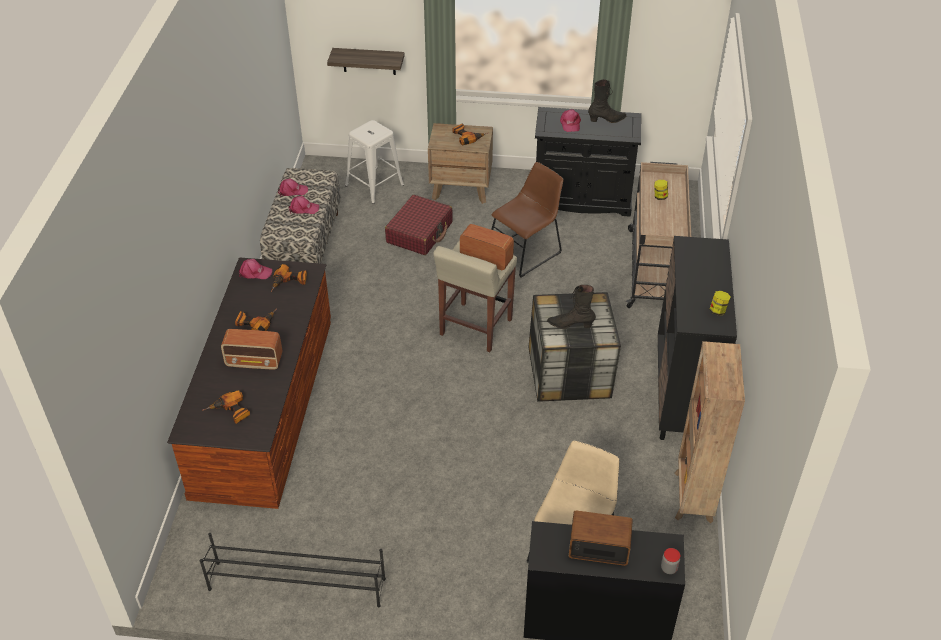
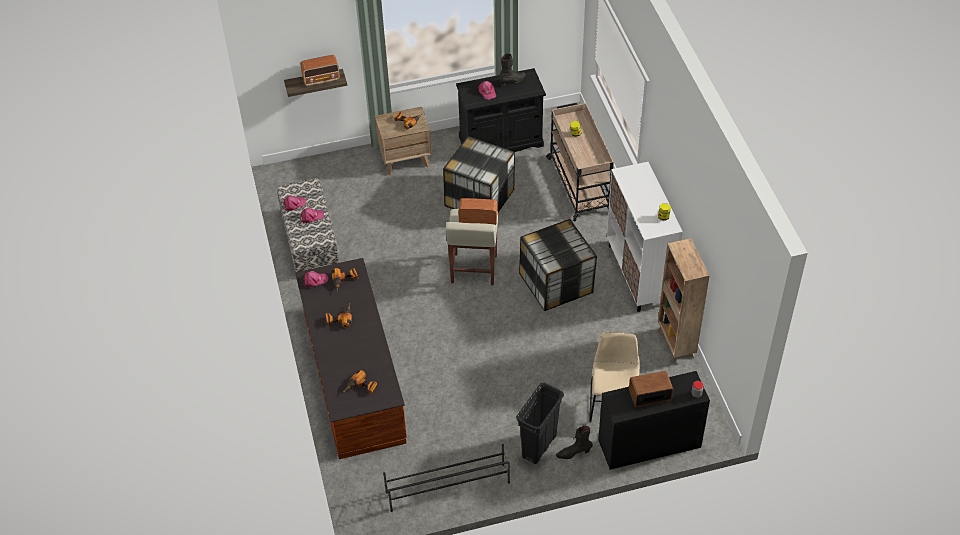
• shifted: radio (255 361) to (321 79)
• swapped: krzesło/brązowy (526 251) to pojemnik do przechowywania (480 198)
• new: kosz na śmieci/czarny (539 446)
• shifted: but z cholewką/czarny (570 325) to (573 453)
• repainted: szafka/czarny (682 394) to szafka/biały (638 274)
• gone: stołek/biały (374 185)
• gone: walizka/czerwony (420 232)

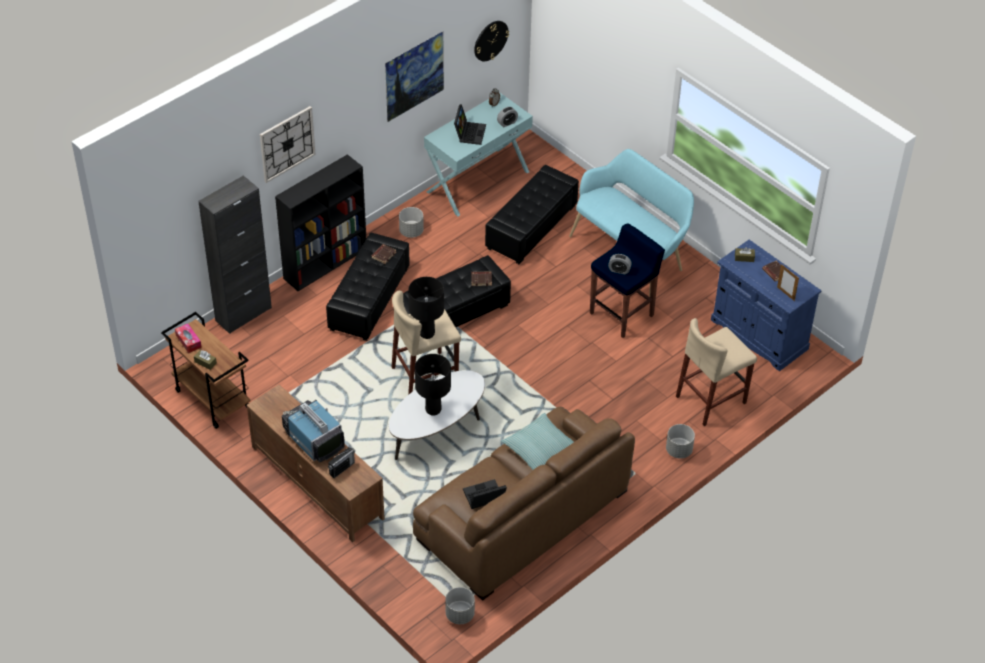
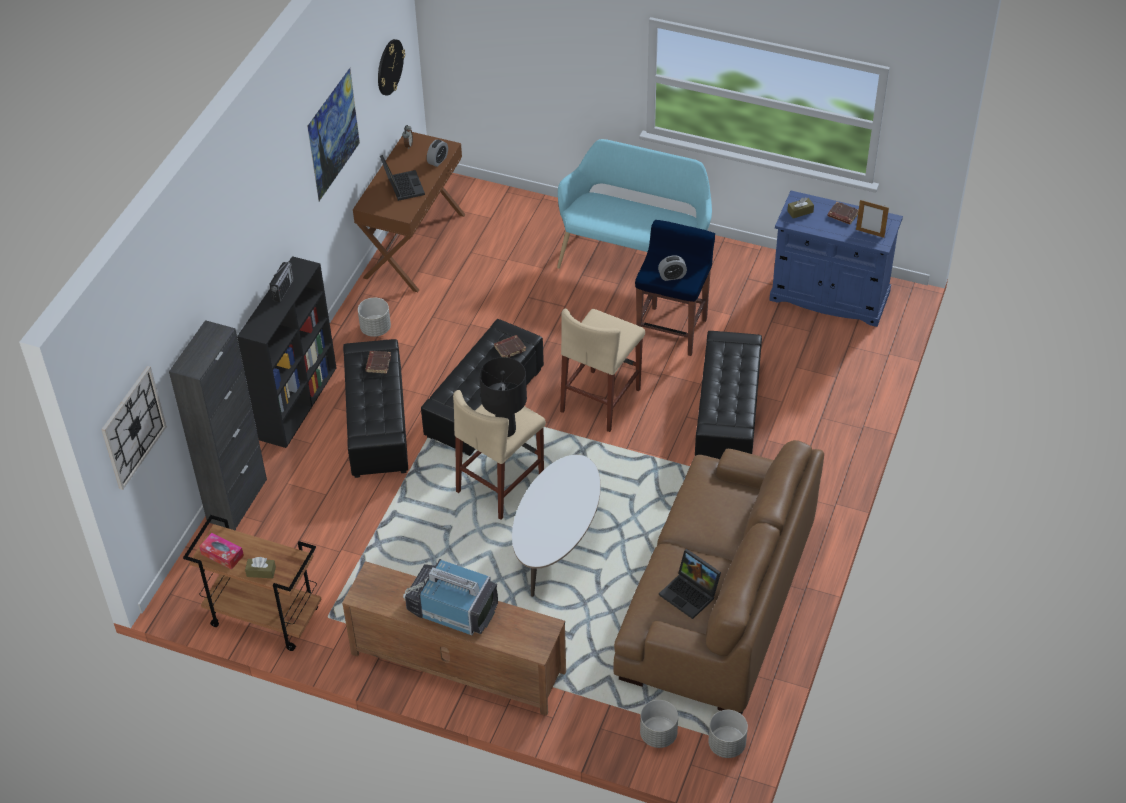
• shifted: zegar ścienny (287 143) to (133 427)
• shifted: radio (342 468) to (283 290)
• repainted: stolik konsolowy/turkusowy (477 181) to stolik konsolowy/brązowy (414 245)
• shifted: stołek/beżowy (711 400) to (600 400)
• shifted: donica/szary (678 450) to (658 735)
• rotated: laptop (483 498) = (691 594) 90 degrees counterclockwise
• shifted: pufa/czarny (531 227) to (726 415)
• gone: lampa stołowa/czarny (433 410)
• gone: poduszka (540 449)

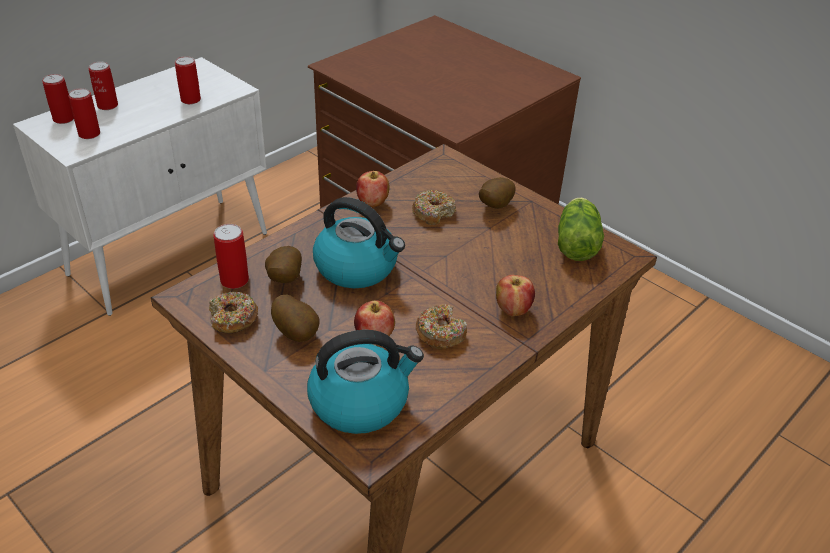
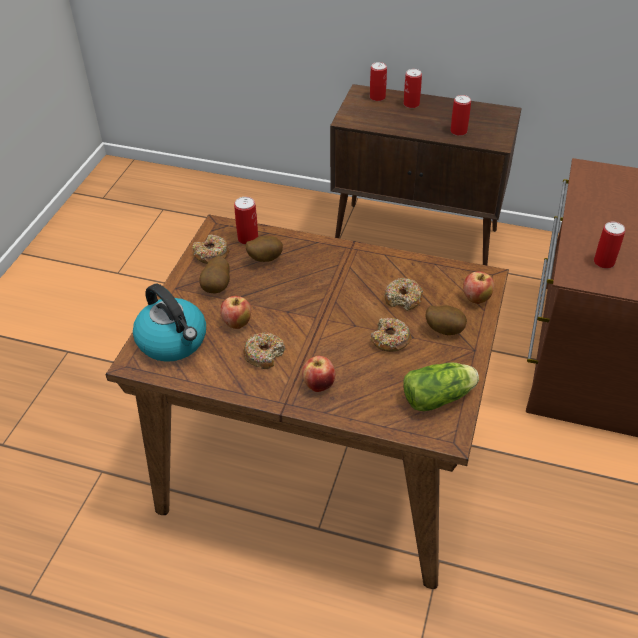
• repainted: szafka/biały (171 253) to szafka/brązowy (417 237)
• new: donut (390 340)
• shifted: jabłko (372 203) to (476 299)
• shifted: puszka (89 134) to (604 262)
• gone: czajnik (357 267)

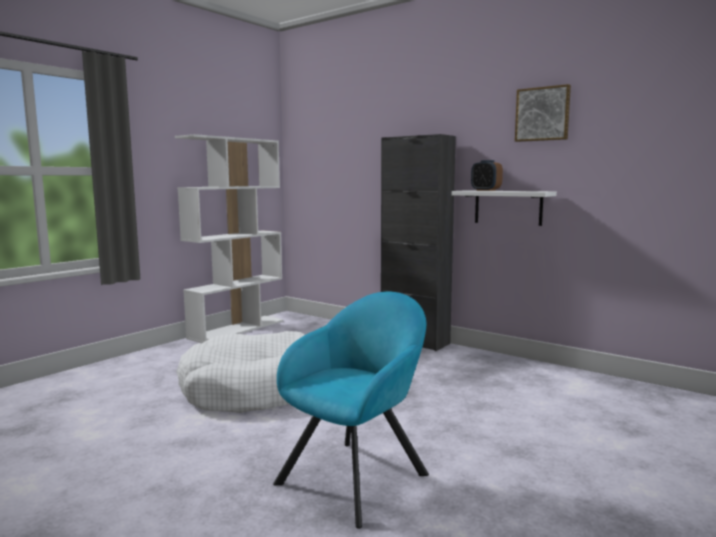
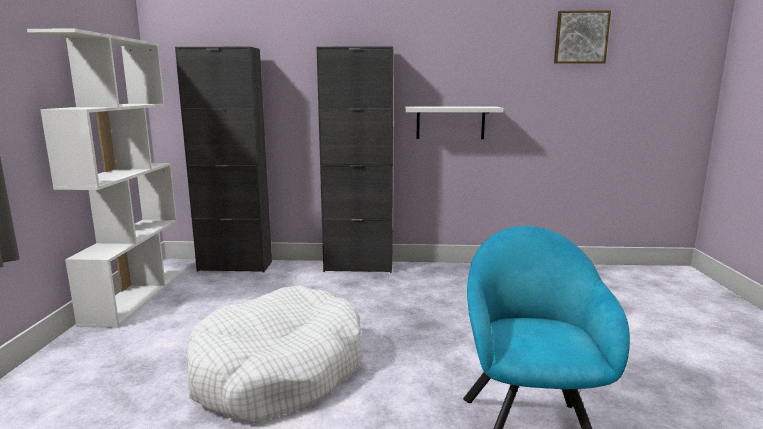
• new: szafka/czarny (235 266)
• shifted: obraz (542 114) to (580 37)
• gone: budzik (485 190)

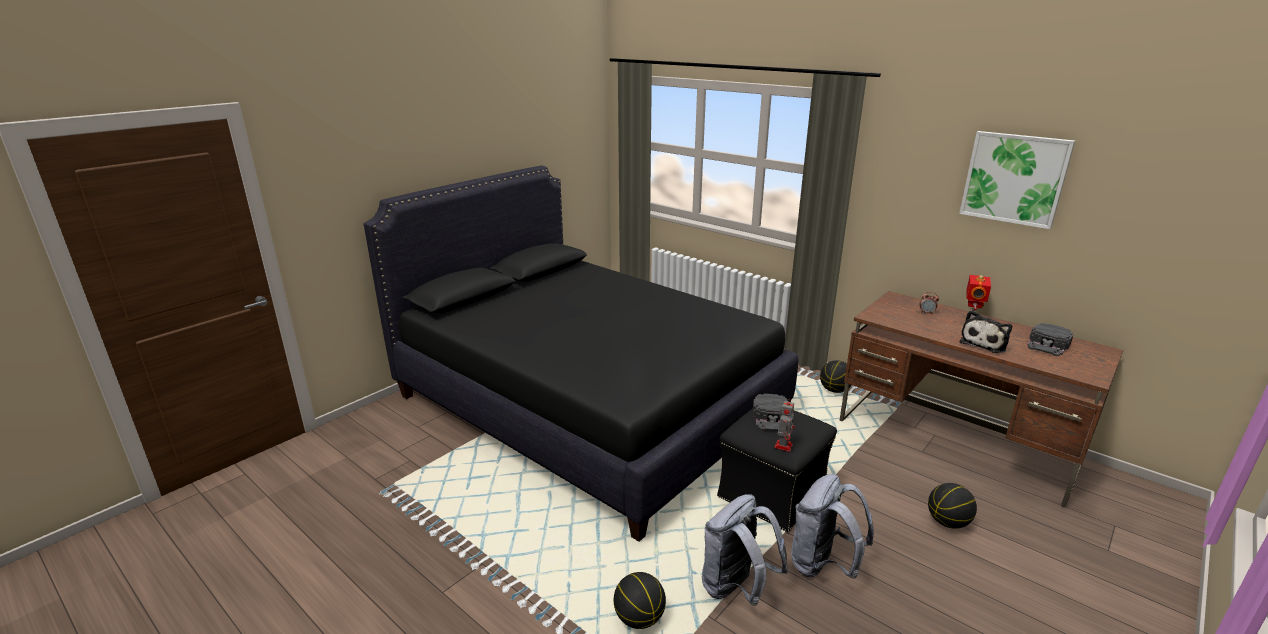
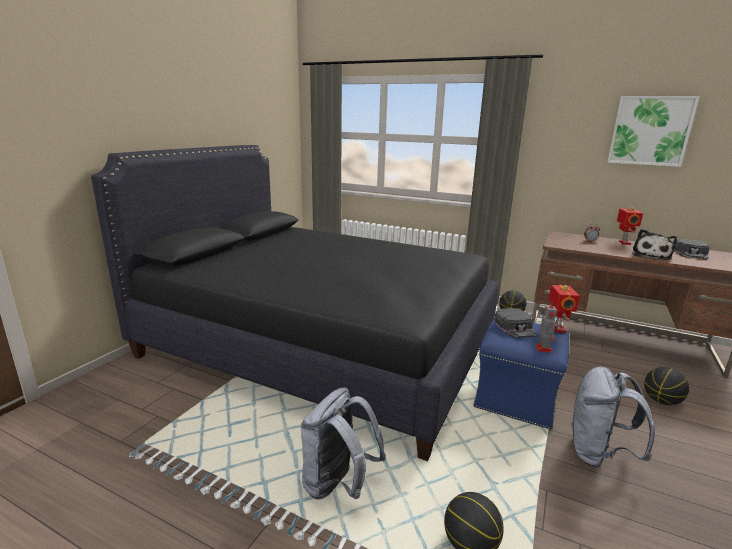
• shifted: plecak/szary (736 588) to (338 485)
• repainted: pufa/czarny (772 493) to pufa/niebieski (516 397)
• new: robot zabawkowy (557 329)

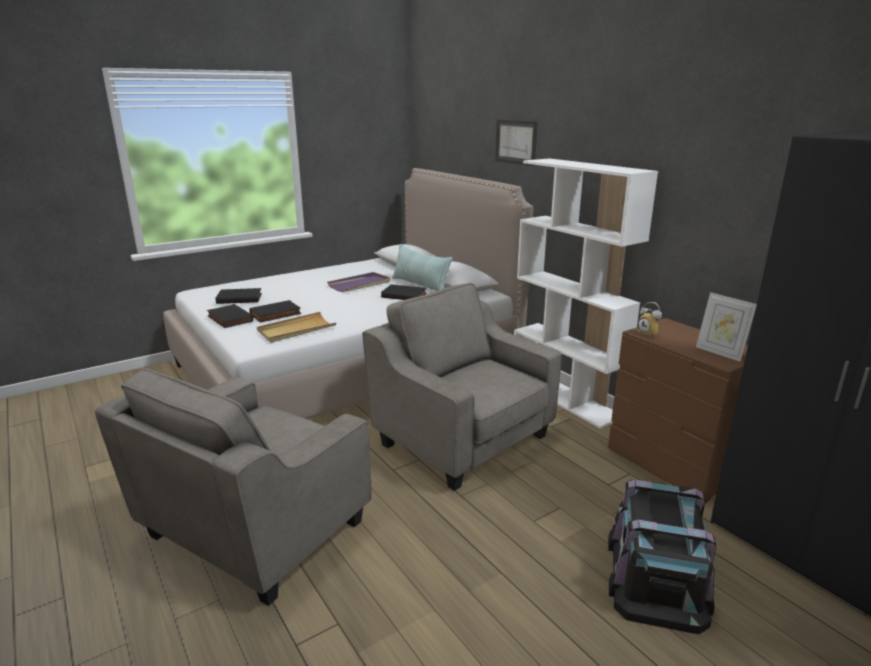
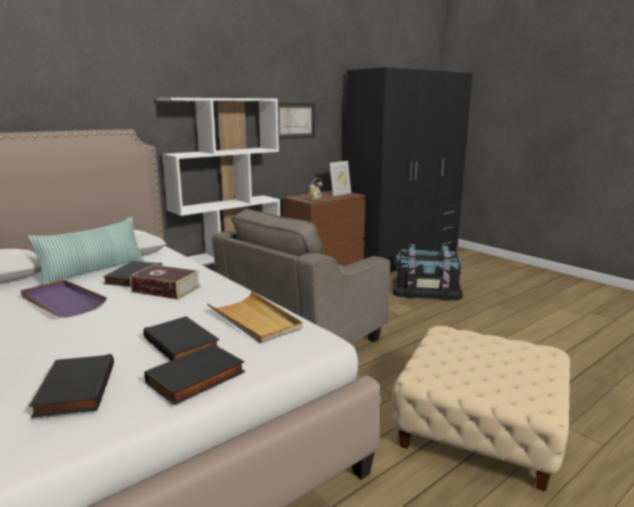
• new: książka (166 289)
• shifted: obraz (516 142) to (295 120)
• swapped: fotel/szary (254 529) to pufa/beżowy (480 428)

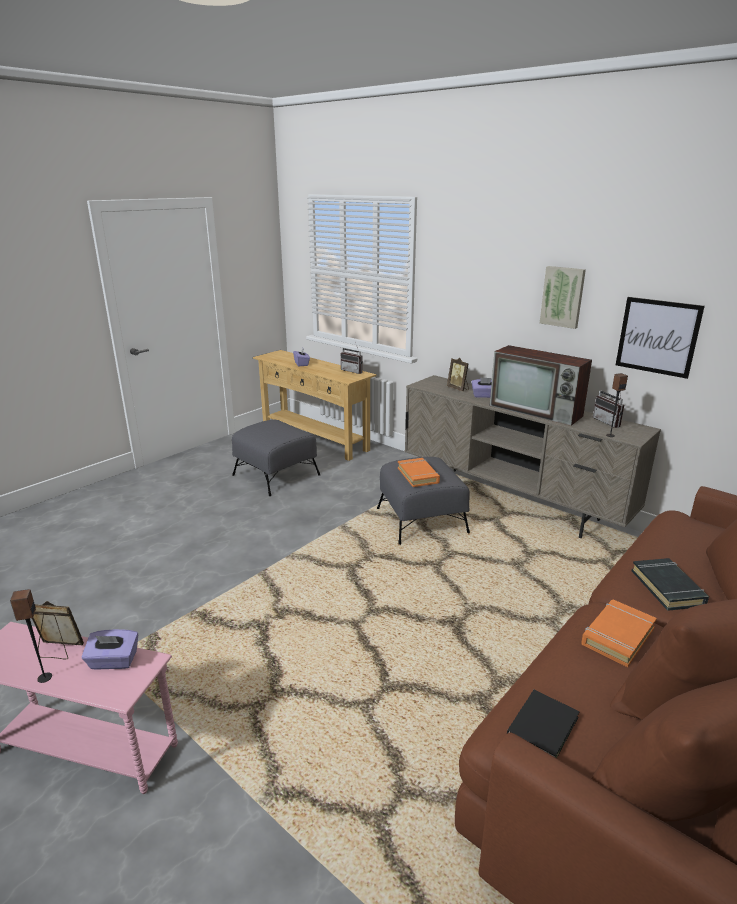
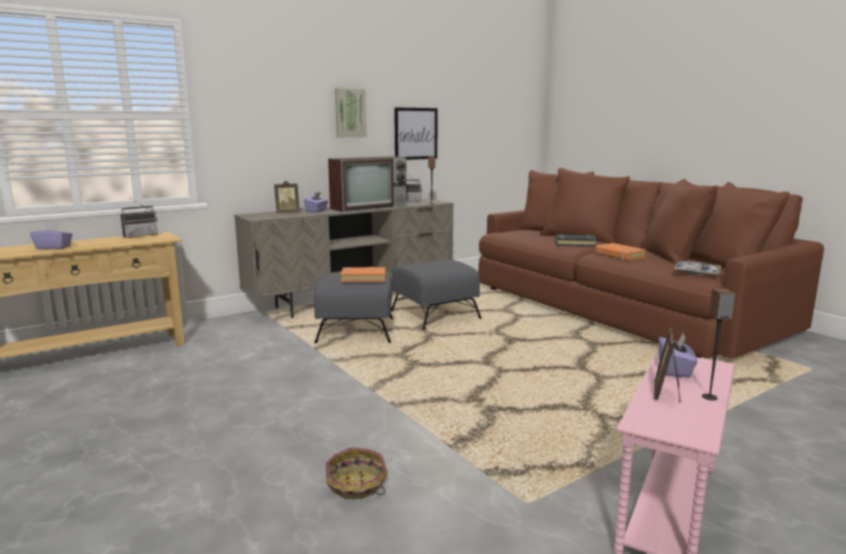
• new: koszyk (356 485)
• shifted: pufa/szary (276 475) to (435 315)
• swapped: książka/czarny (544 725) to taca (696 273)

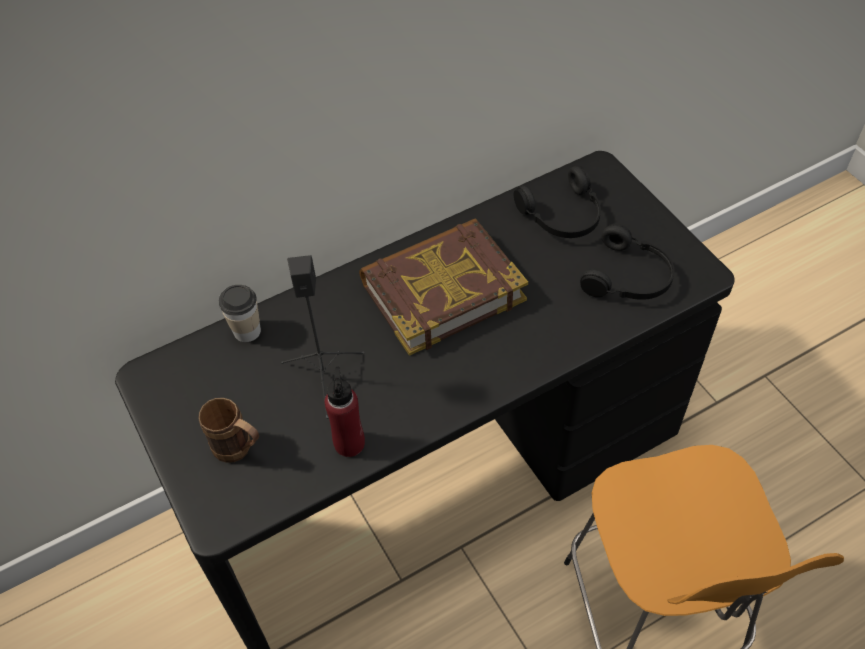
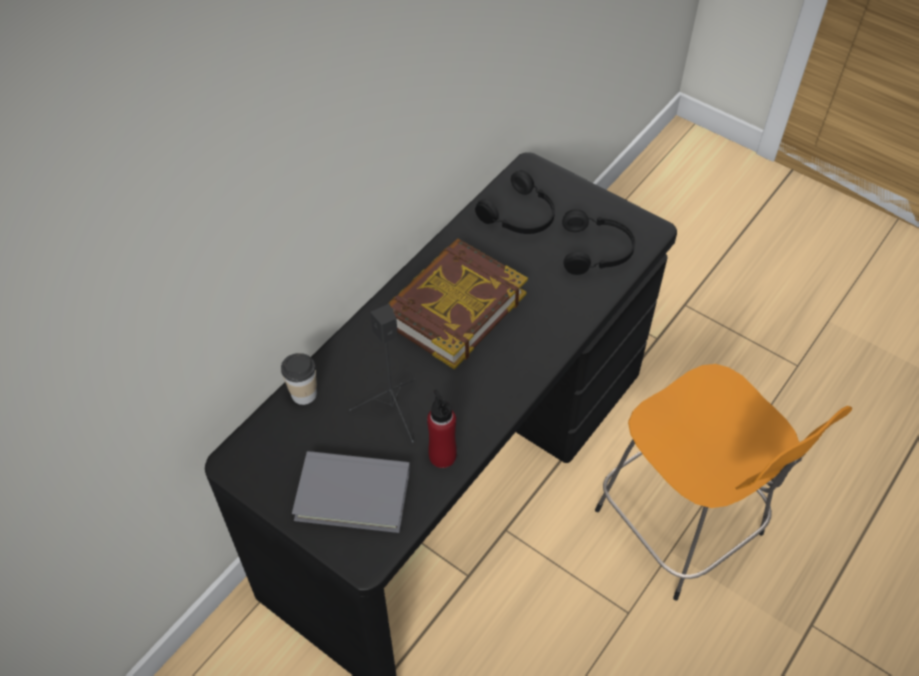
• swapped: kubek/brązowy (239 450) to książka/szary (353 494)

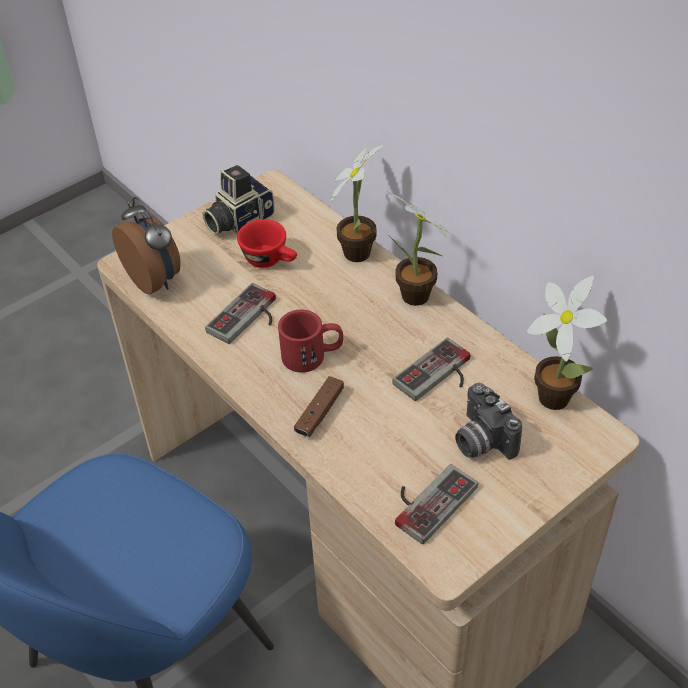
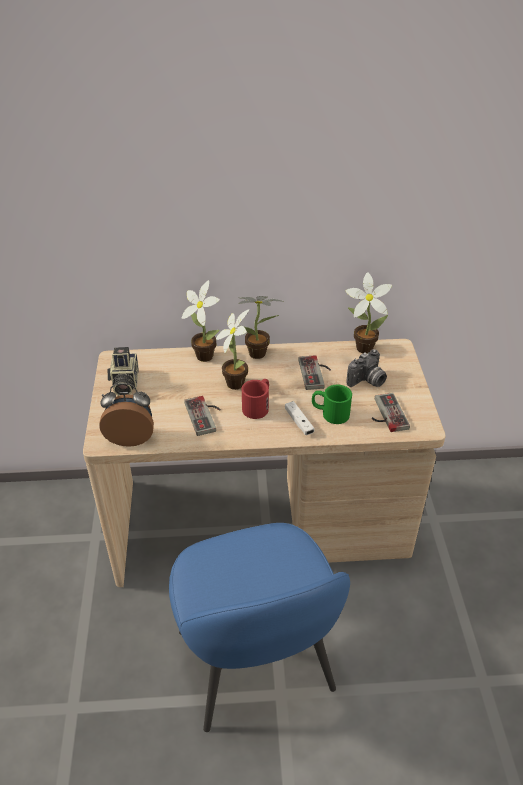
• new: roślina doniczkowa (236 381)
• repainted: pad do gier/brązowy (319 413) to pad do gier/biały (299 422)
• new: kubek/zielony (330 413)
• rotated: aparat fotograficzny (480 441) = (367 381) 45 degrees counterclockwise
• gone: filiżanka/czerwony (270 260)

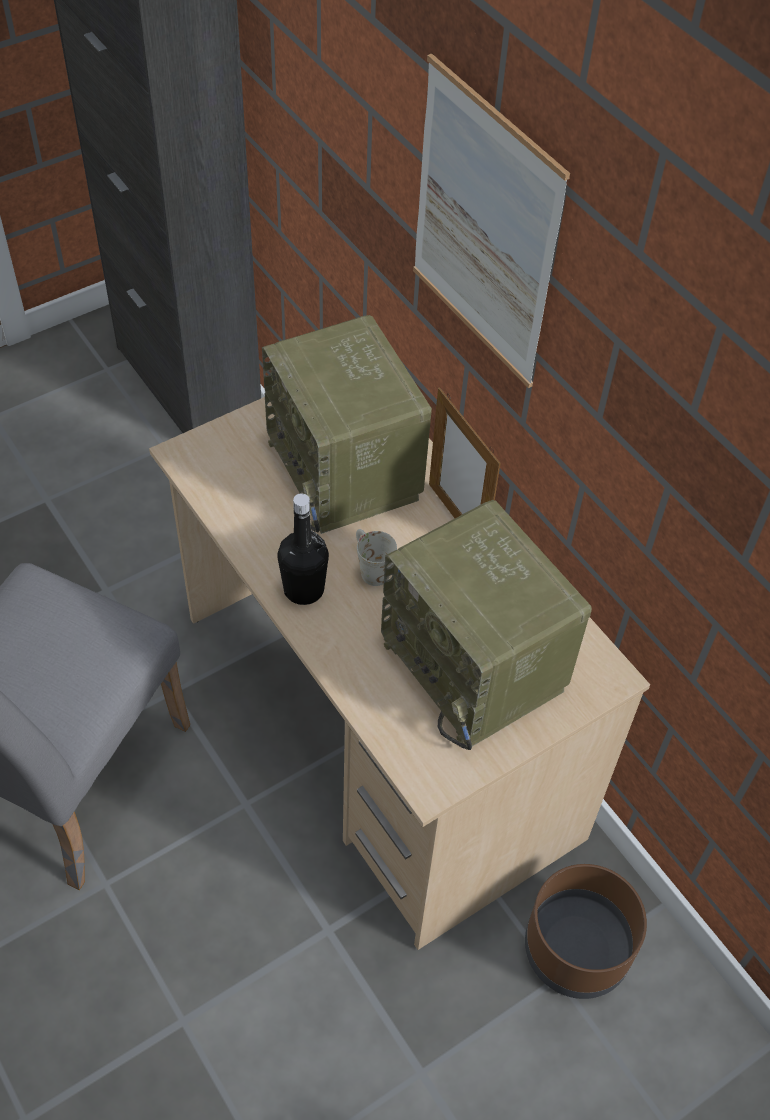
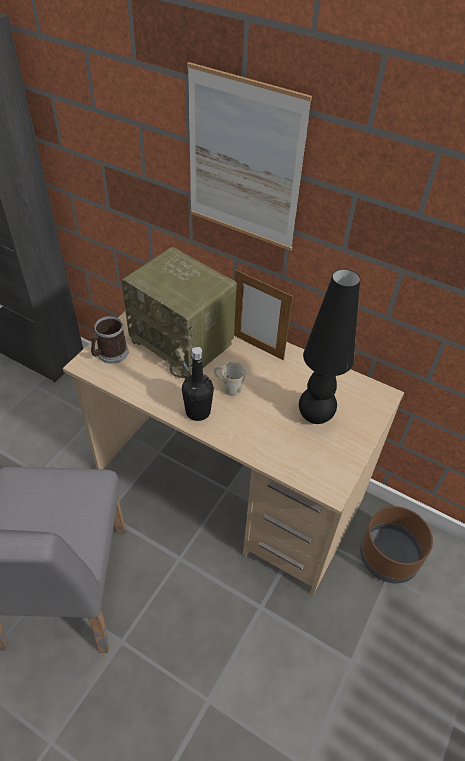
• new: kubek (110 354)
• swapped: radio (477 666) to lampa stołowa/czarny (315 416)

